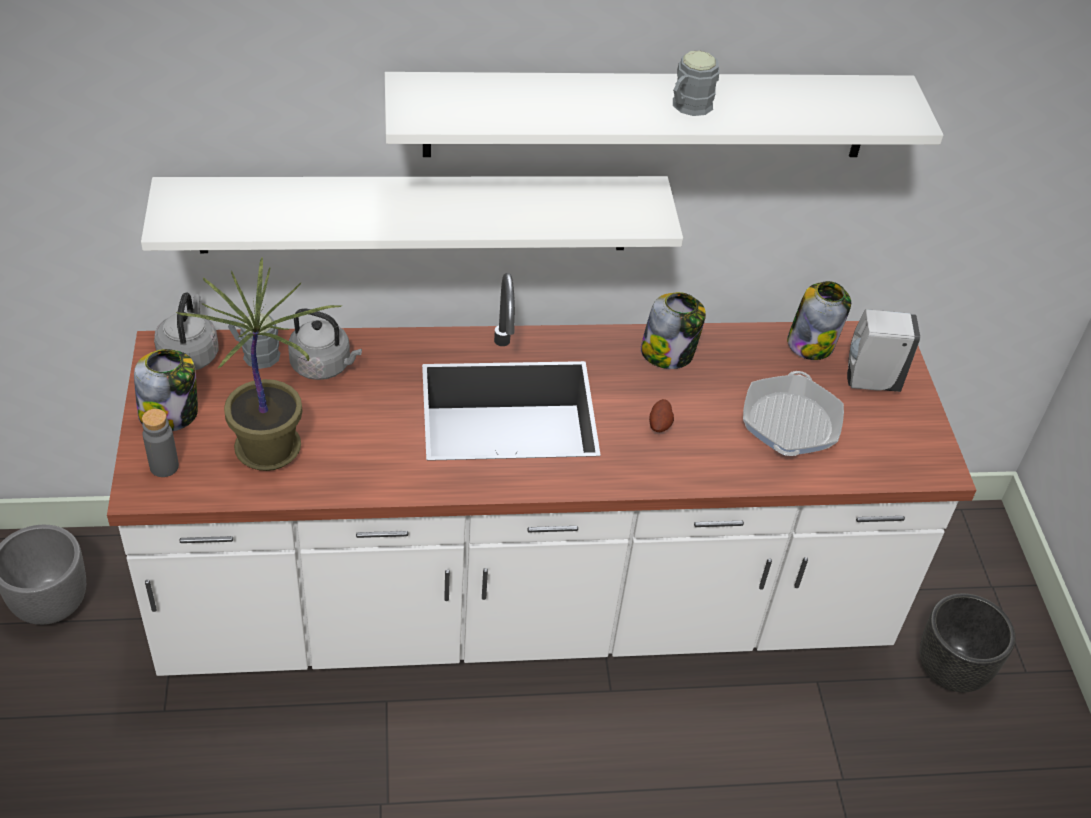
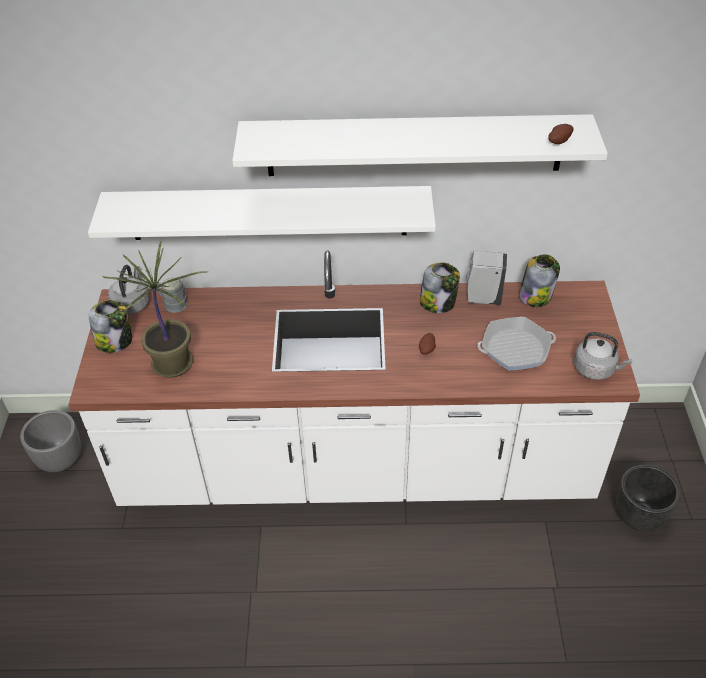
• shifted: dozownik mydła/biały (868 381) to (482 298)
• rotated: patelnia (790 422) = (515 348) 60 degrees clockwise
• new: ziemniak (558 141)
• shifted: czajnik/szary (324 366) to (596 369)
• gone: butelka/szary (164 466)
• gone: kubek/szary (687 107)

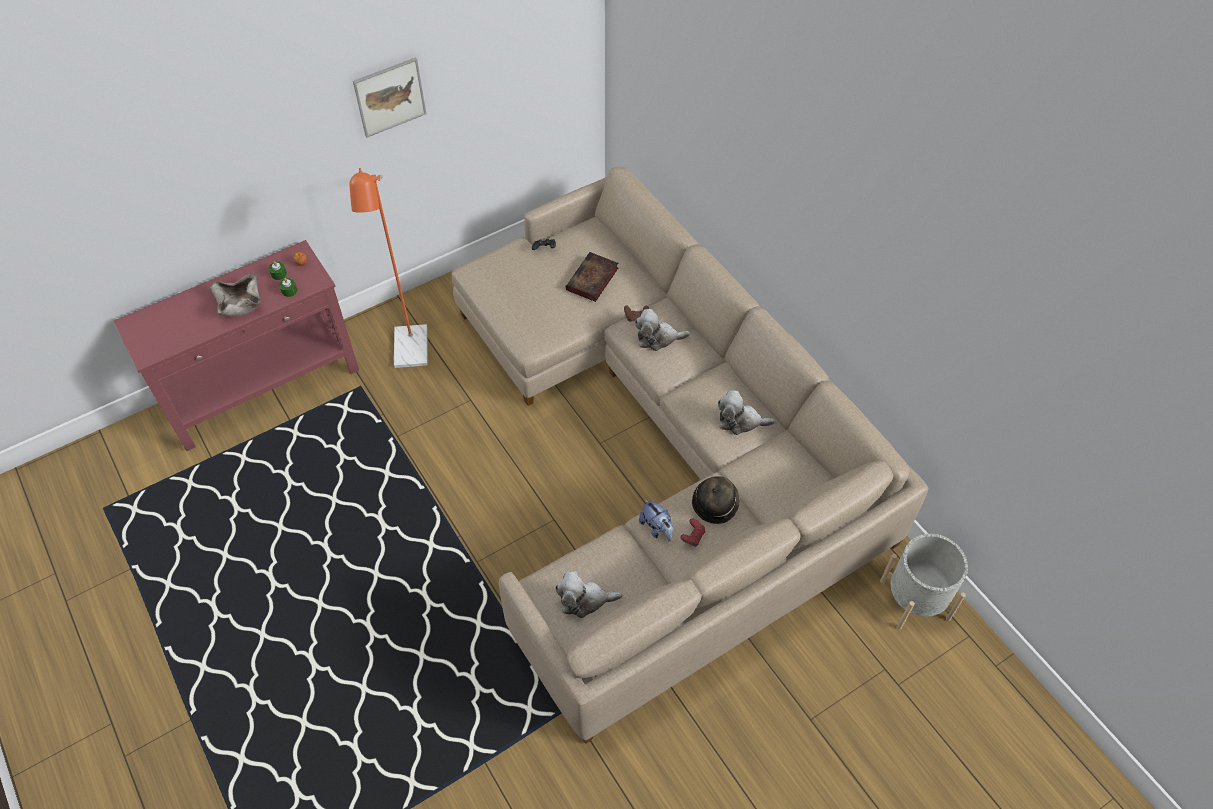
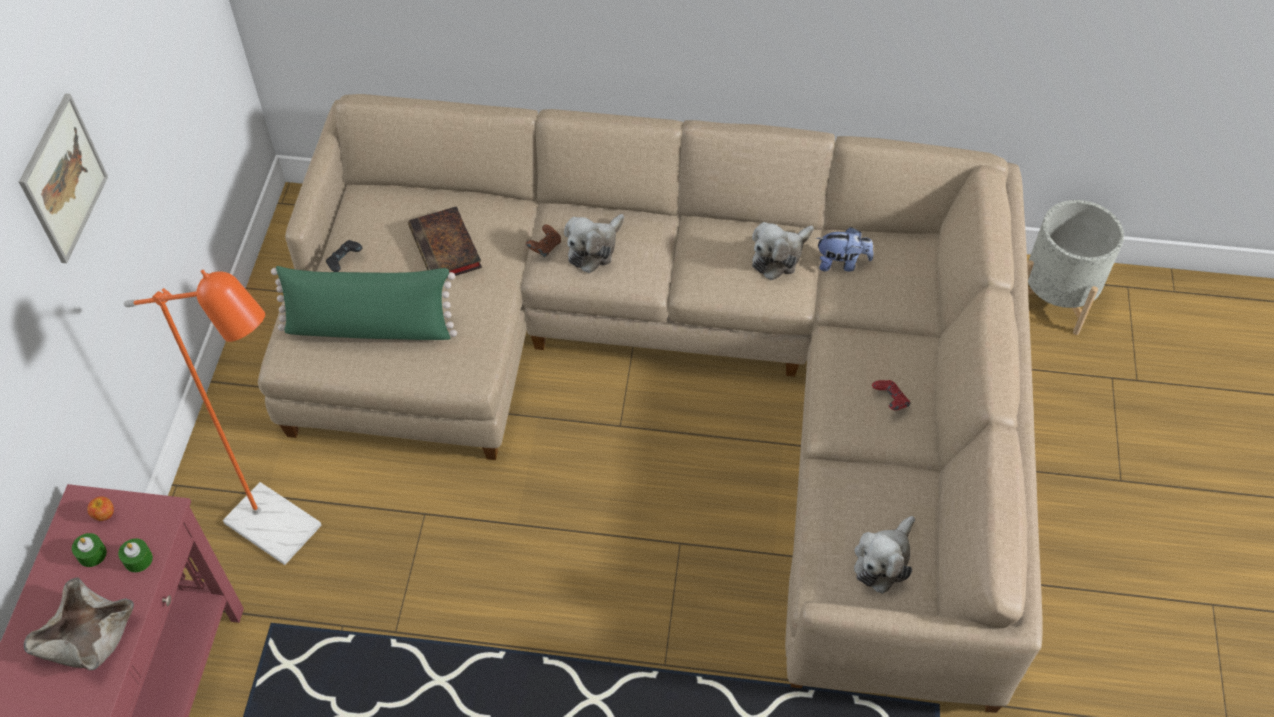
• new: poduszka/zielony (370 327)
• shifted: pluszak (656 528) to (841 263)
• gone: kapelusz (715 503)

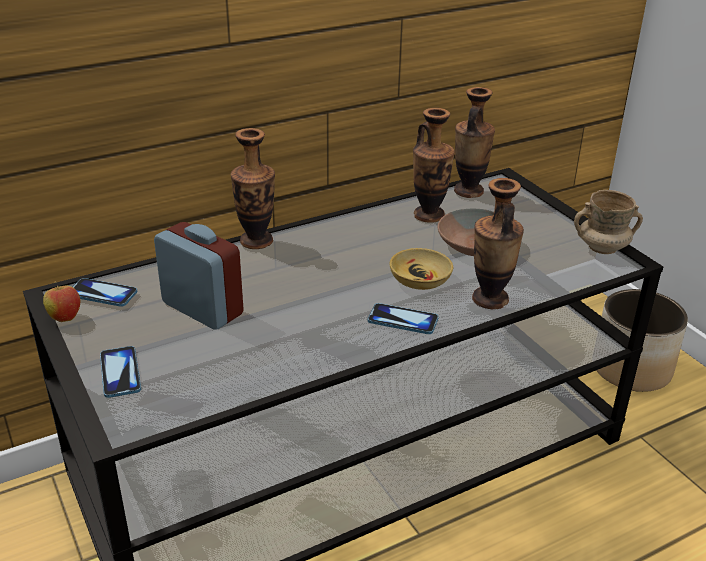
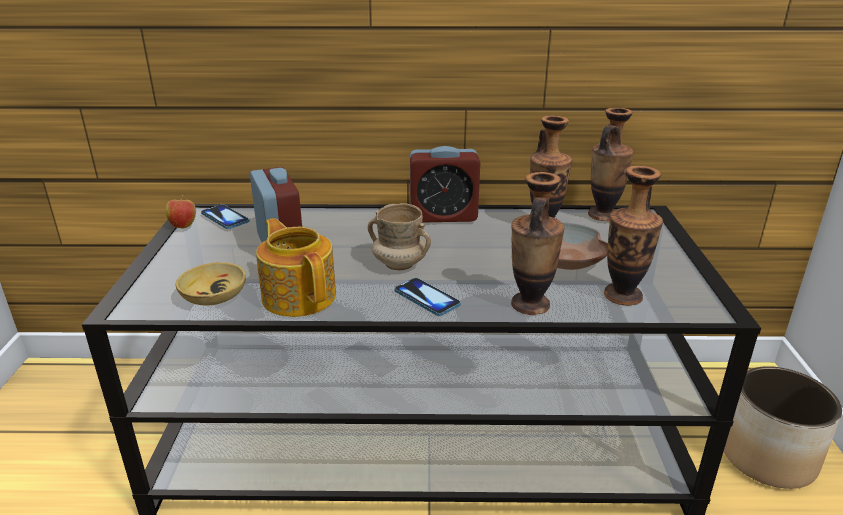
• shifted: miska/beżowy (419 280) to (213 296)
• new: imbryk (299 295)
• shifted: kubek/beżowy (602 248) to (399 264)
• new: budzik (443 216)
• shifted: wazon (256 241) to (622 296)
• gone: telefon (120 373)

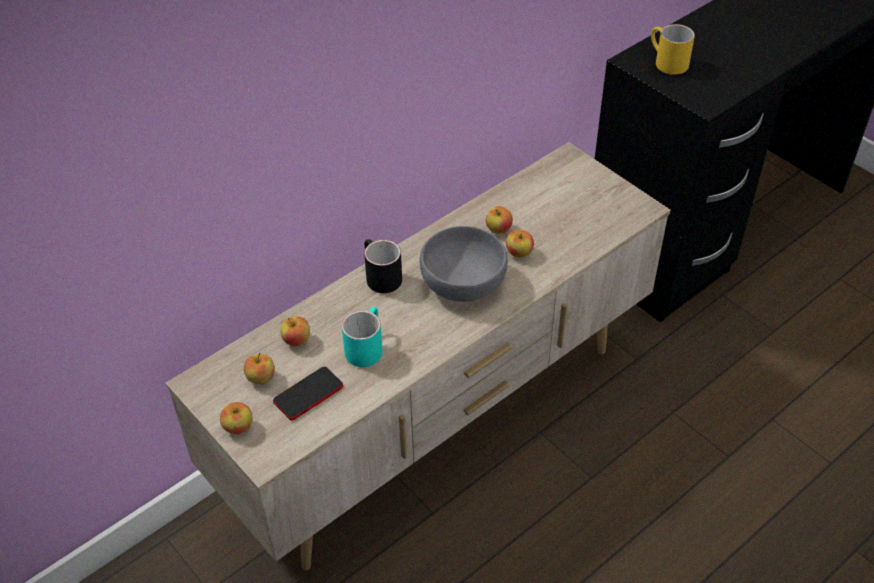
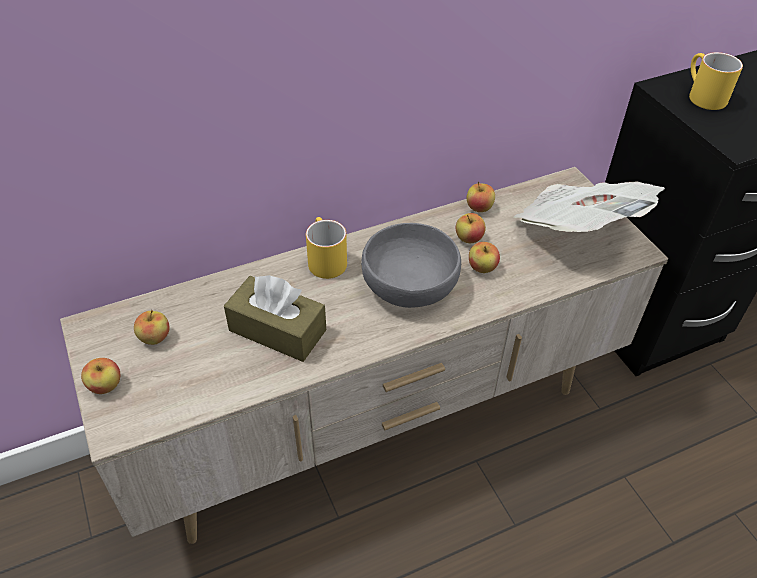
• swapped: kubek/turkusowy (365 346) to pudełko chusteczek/brązowy (277 330)
• repainted: kubek/czarny (379 276) to kubek/żółty (324 259)
• shifted: jabłko (296 340) to (479 208)
• new: gazeta (577 229)
• gone: telefon (308 394)

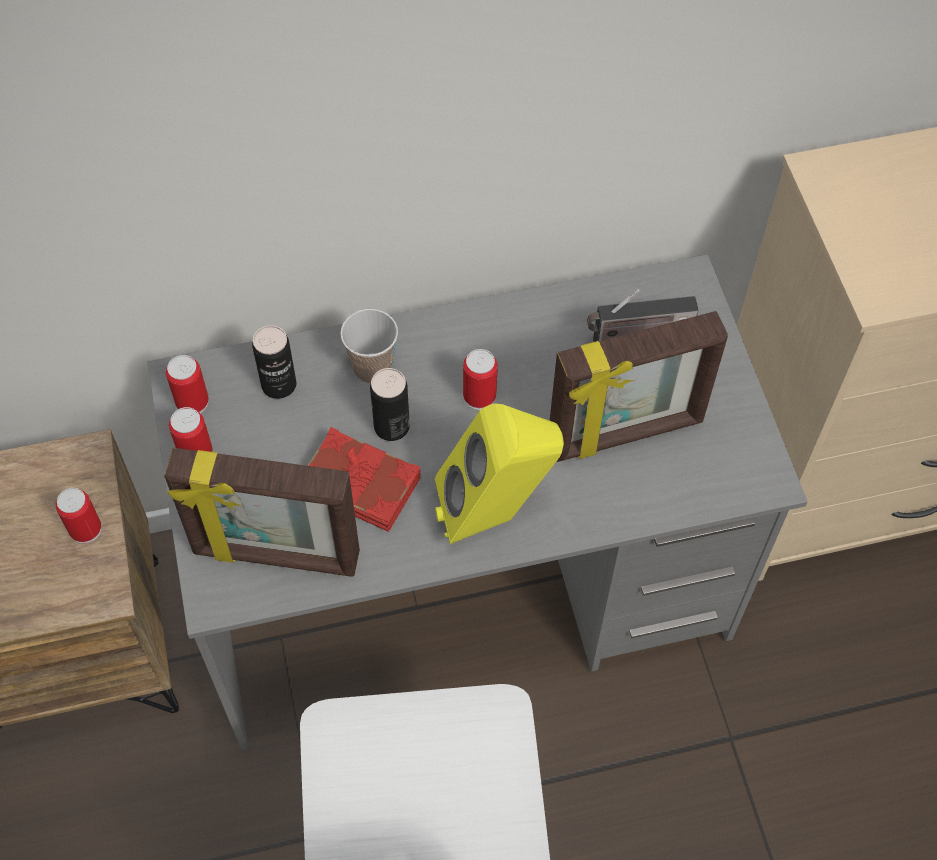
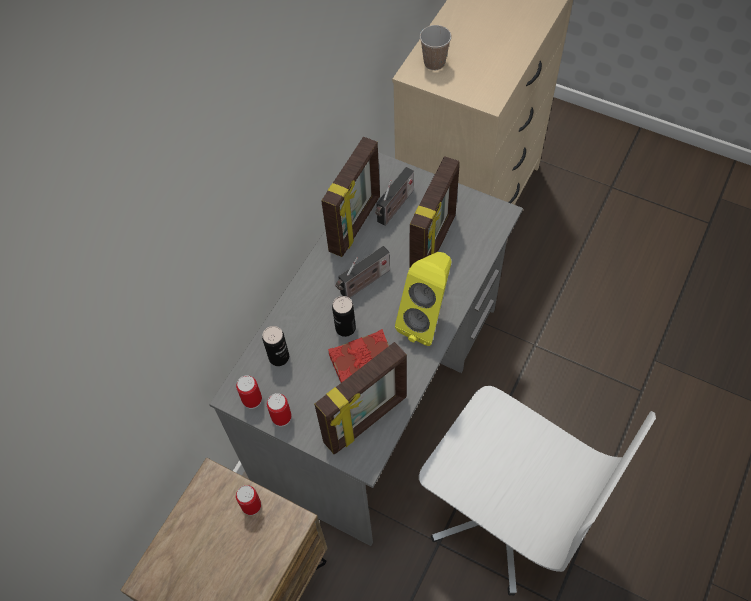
• new: ramka na zdjęcie (356 224)
• swapped: puszka (479 396) to radio (363 284)
• shifted: filiżanka (372 368) to (434 63)

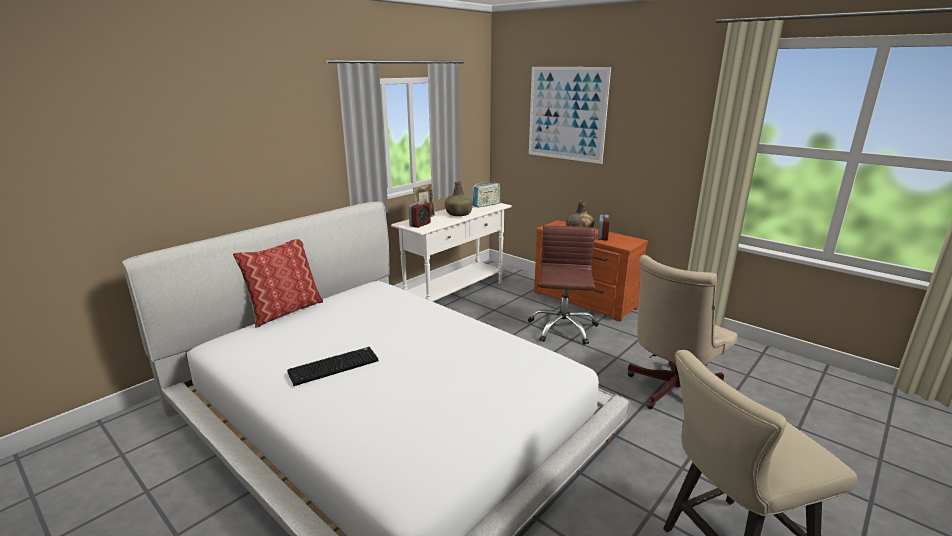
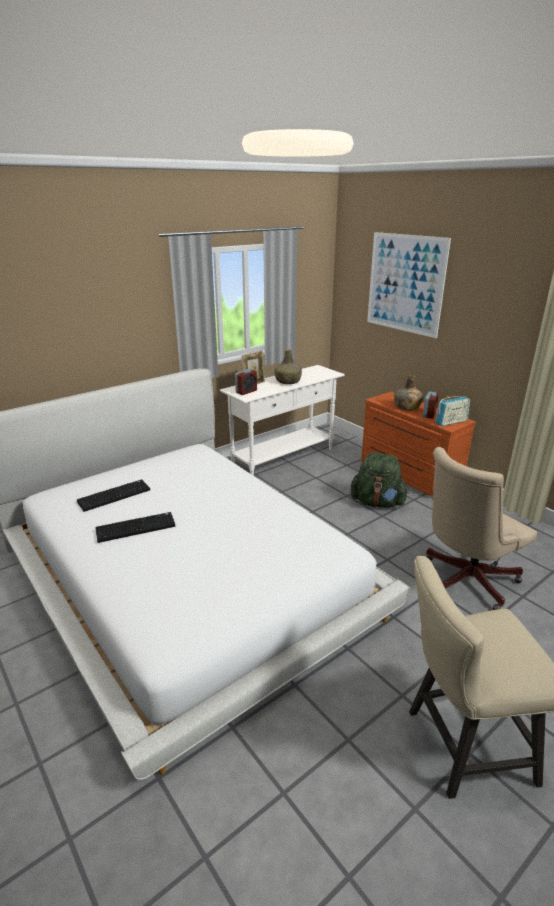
• new: klawiatura (114 495)
• swapped: krzesło biurowe/brązowy (562 328) to plecak/zielony (377 503)
• shifted: radio (486 205) to (451 422)
• gone: poduszka (284 311)

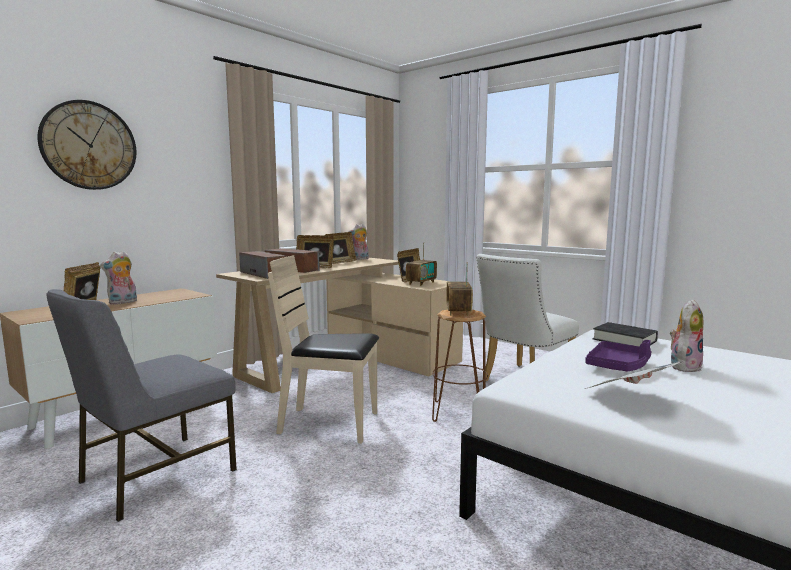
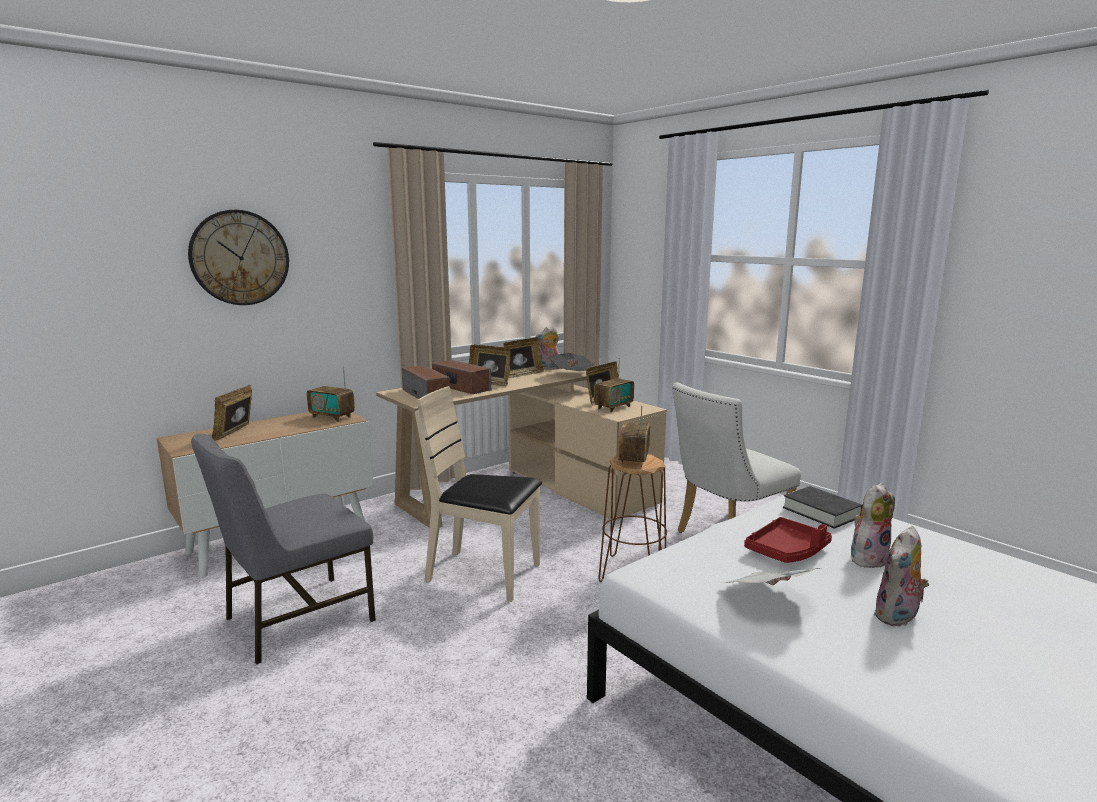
• new: radio (332 417)
• new: gazeta (571 375)
• repainted: taca/fioletowy (618 366) to taca/czerwony (787 551)
• shifted: pluszak (123 302) to (898 617)

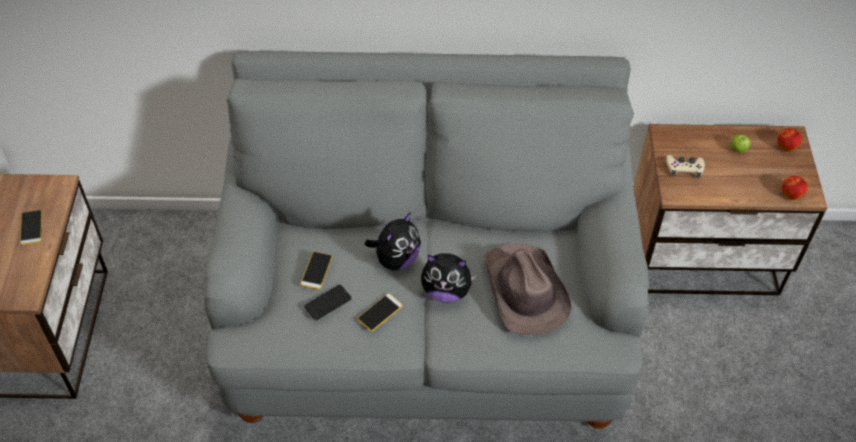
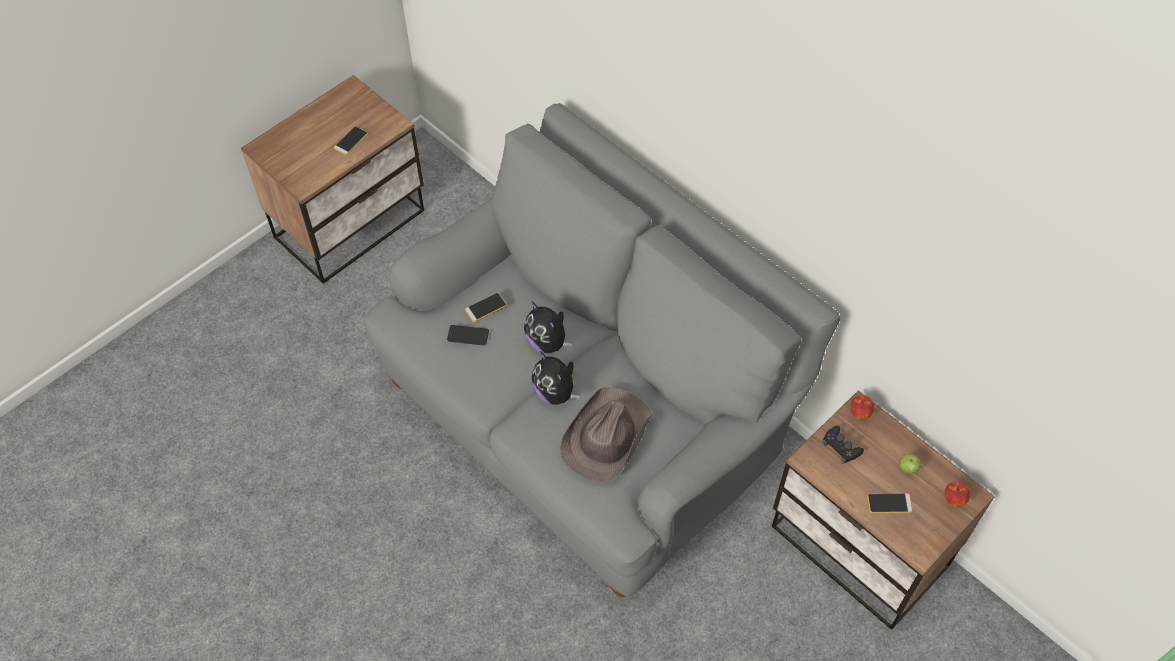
• rotated: pluszak (396 259) = (548 342) 60 degrees clockwise
• repainted: pad do gier/beżowy (684 168) to pad do gier/czarny (841 447)
• shifted: jabłko (791 194) to (860 413)
• shifted: telefon (380 312) to (889 503)

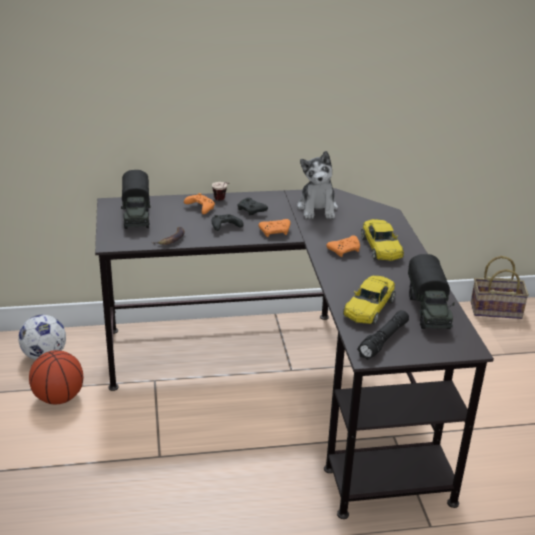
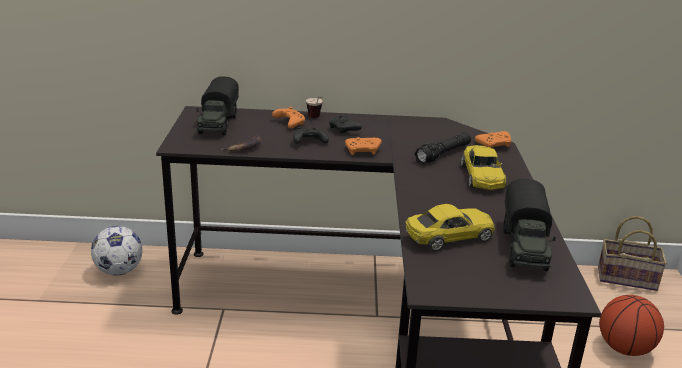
• rotated: samochodzik/żółty (369 307) = (449 236) 150 degrees counterclockwise
• shifted: latarka/czarny (383 340) to (443 154)
• shifted: pad do gier/pomarańczowy (345 250) to (494 145)
• shifted: piłka do koszykówki (58 398) to (624 348)
• gone: pluszak (317 208)

